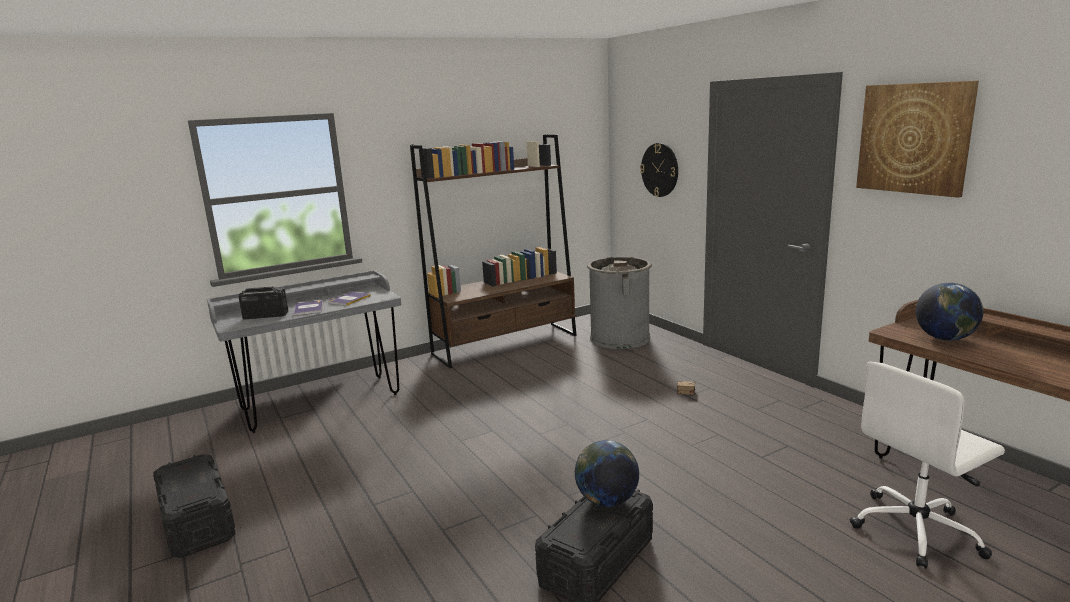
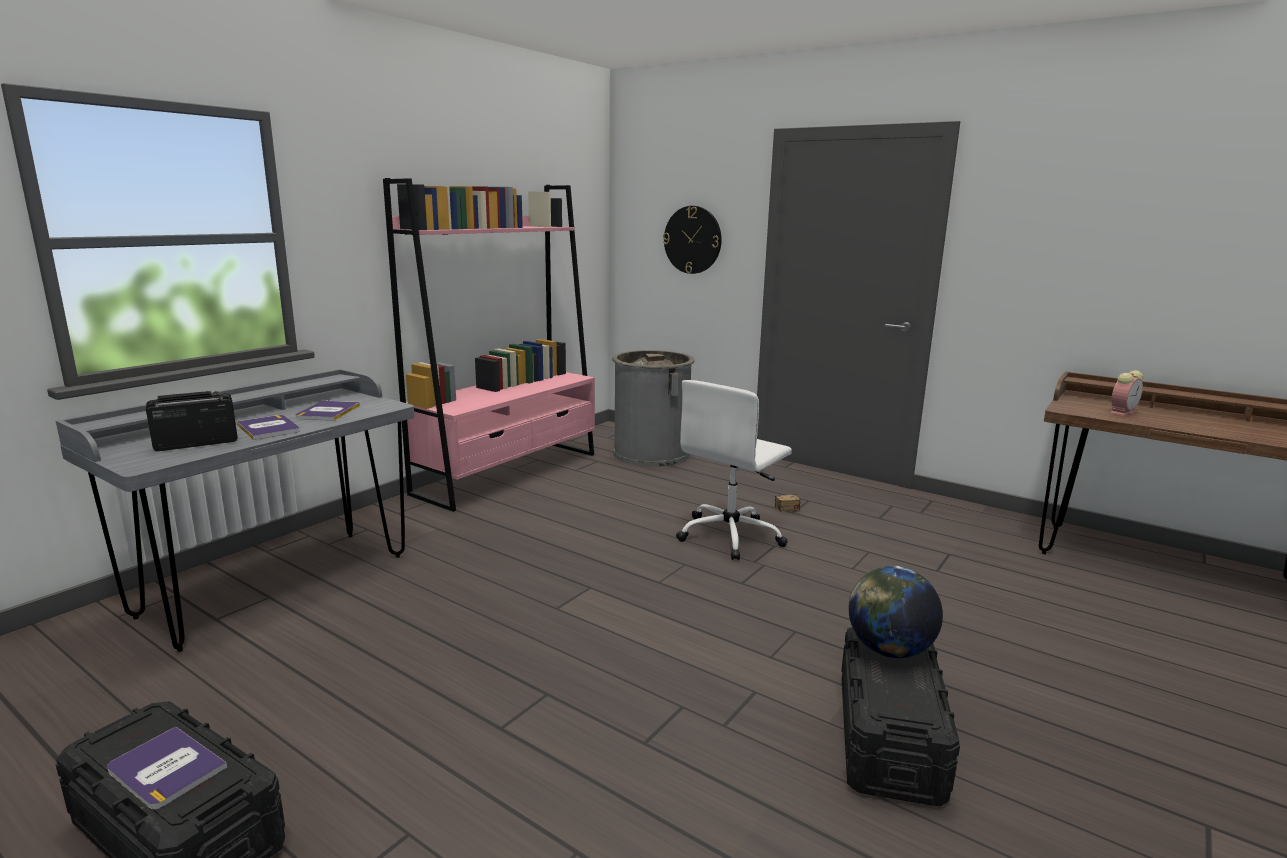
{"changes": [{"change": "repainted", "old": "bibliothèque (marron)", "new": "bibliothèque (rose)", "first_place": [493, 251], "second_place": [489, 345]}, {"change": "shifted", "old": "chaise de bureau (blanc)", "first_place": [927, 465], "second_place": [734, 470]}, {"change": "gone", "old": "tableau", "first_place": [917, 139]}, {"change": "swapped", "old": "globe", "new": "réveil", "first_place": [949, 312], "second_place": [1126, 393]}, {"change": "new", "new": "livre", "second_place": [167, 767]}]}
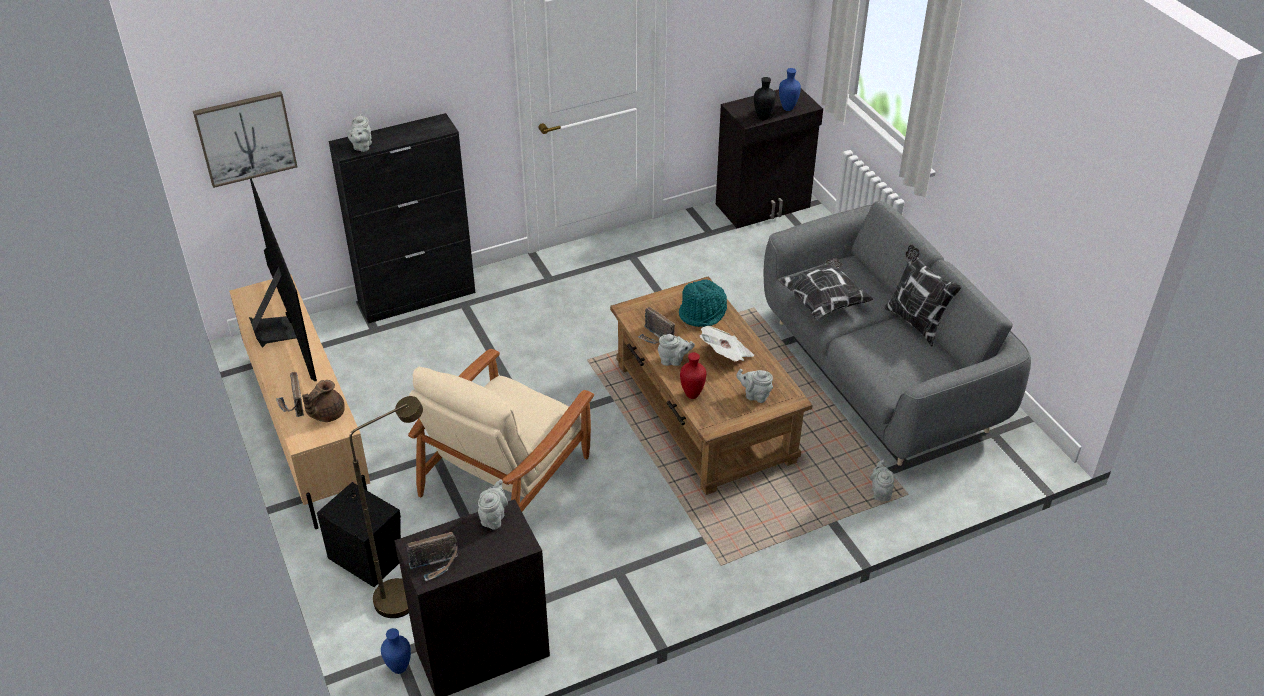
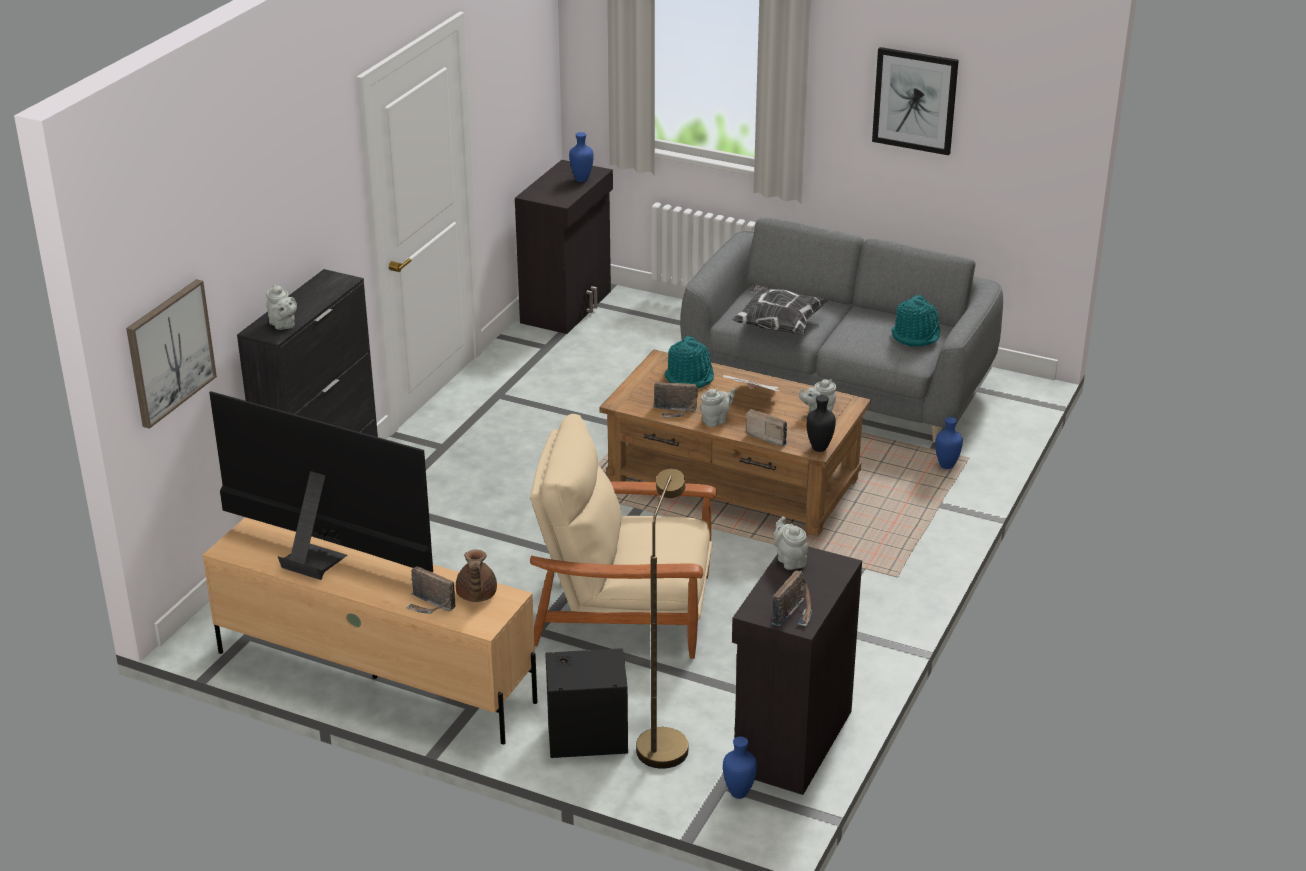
{"changes": [{"change": "rotated", "old": "fauteuil (beige)", "first_place": [501, 430], "second_place": [623, 536], "degrees": 105}, {"change": "swapped", "old": "vase (rouge)", "new": "radio", "first_place": [693, 375], "second_place": [767, 428]}, {"change": "shifted", "old": "vase (noir)", "first_place": [765, 98], "second_place": [821, 423]}, {"change": "swapped", "old": "théière (gris)", "new": "vase (bleu)", "first_place": [882, 480], "second_place": [949, 443]}, {"change": "gone", "old": "coussin", "first_place": [923, 296]}, {"change": "new", "new": "tableau", "second_place": [915, 101]}, {"change": "new", "new": "chapeau (turquoise)", "second_place": [915, 321]}]}
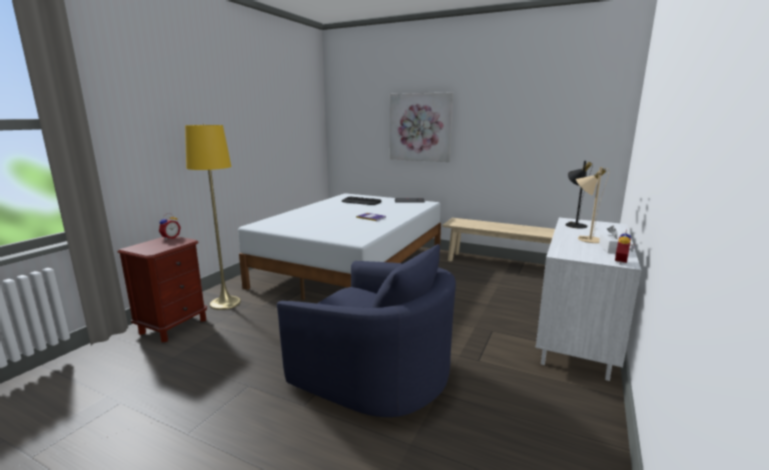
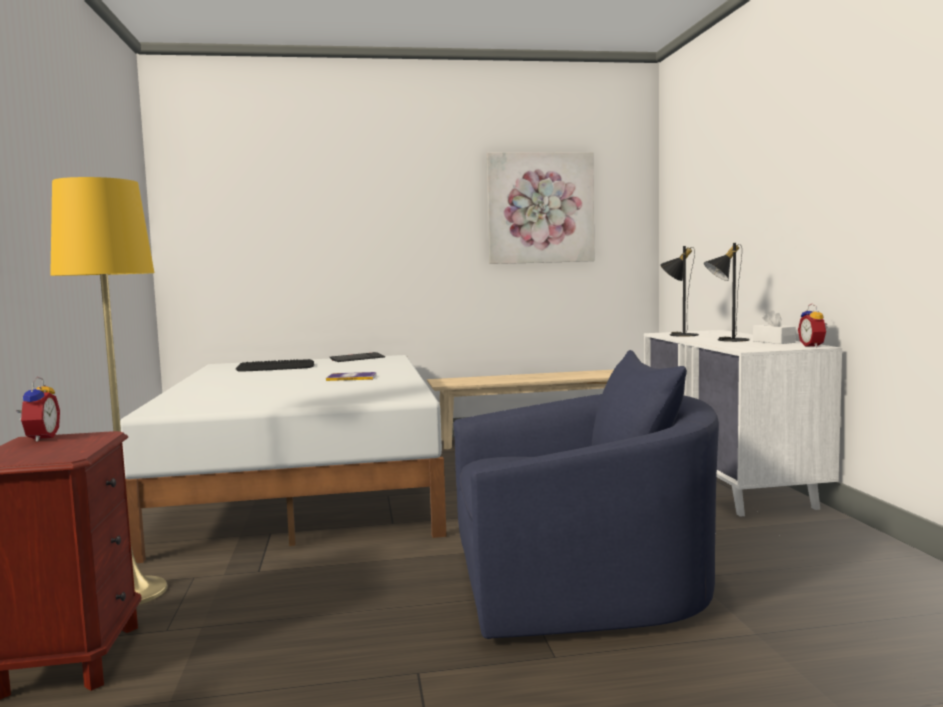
{"changes": [{"change": "shifted", "old": "tableau", "first_place": [421, 127], "second_place": [540, 208]}, {"change": "repainted", "old": "lampe de table (beige)", "new": "lampe de table (noir)", "first_place": [592, 205], "second_place": [727, 292]}]}
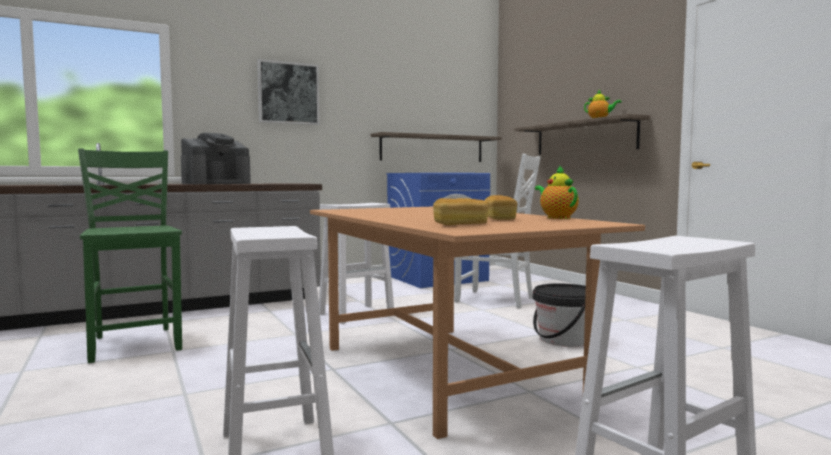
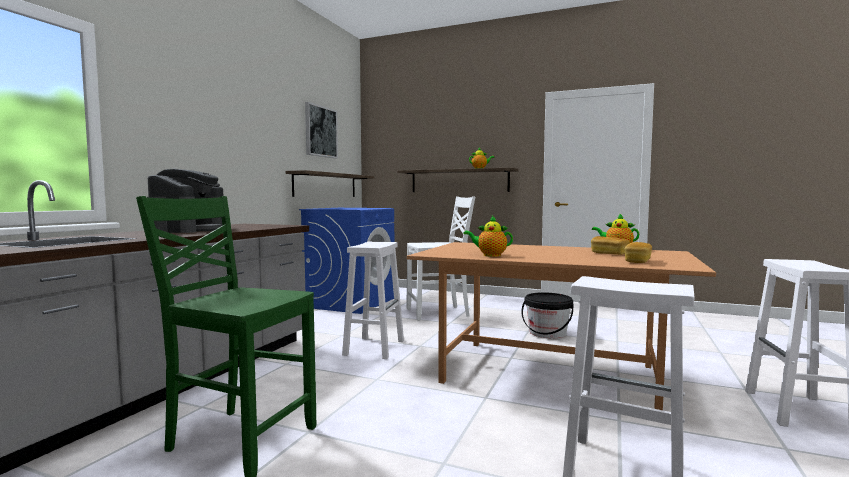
{"changes": [{"change": "shifted", "old": "tableau", "first_place": [288, 92], "second_place": [321, 130]}, {"change": "new", "new": "théière", "second_place": [488, 236]}]}
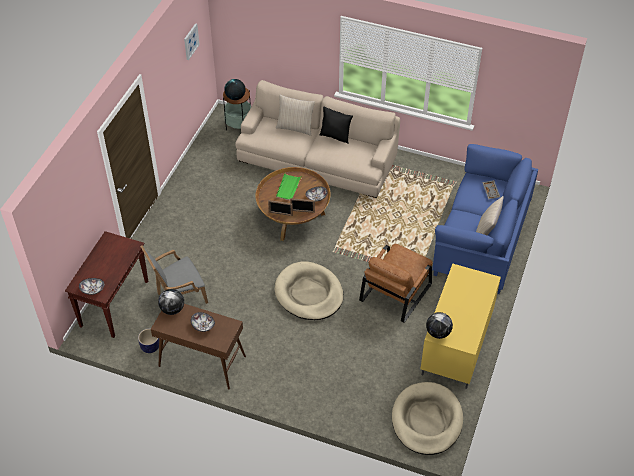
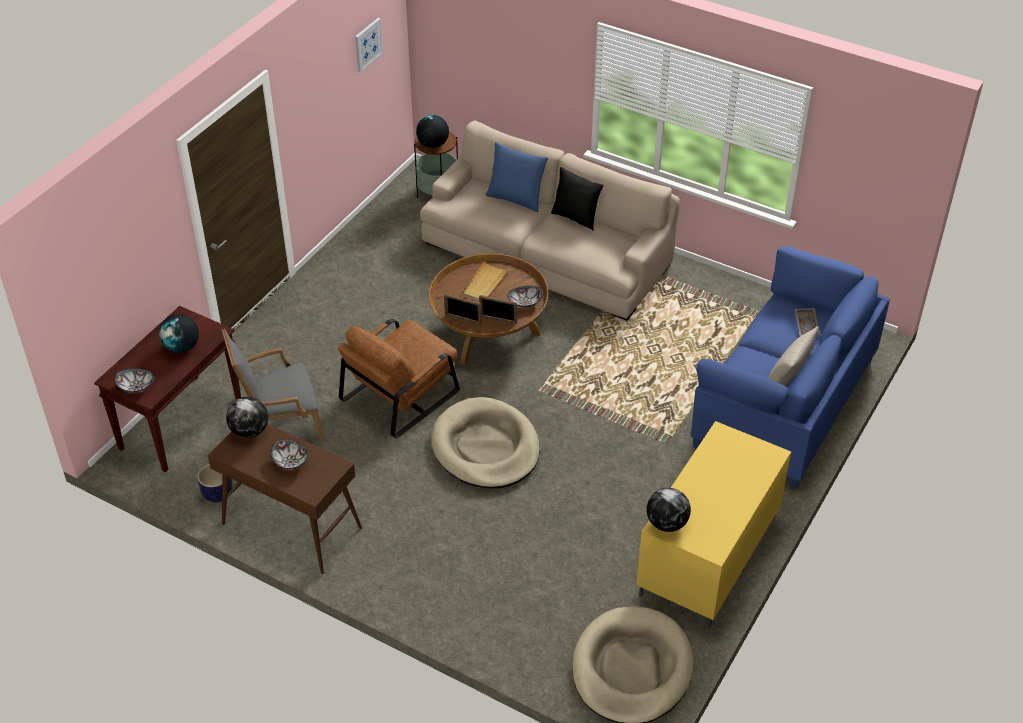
{"changes": [{"change": "repainted", "old": "coussin (beige)", "new": "coussin (bleu)", "first_place": [295, 115], "second_place": [517, 177]}, {"change": "repainted", "old": "plateau (vert)", "new": "plateau (beige)", "first_place": [289, 186], "second_place": [485, 280]}, {"change": "shifted", "old": "fauteuil (marron)", "first_place": [396, 283], "second_place": [399, 378]}, {"change": "new", "new": "globe", "second_place": [179, 333]}]}
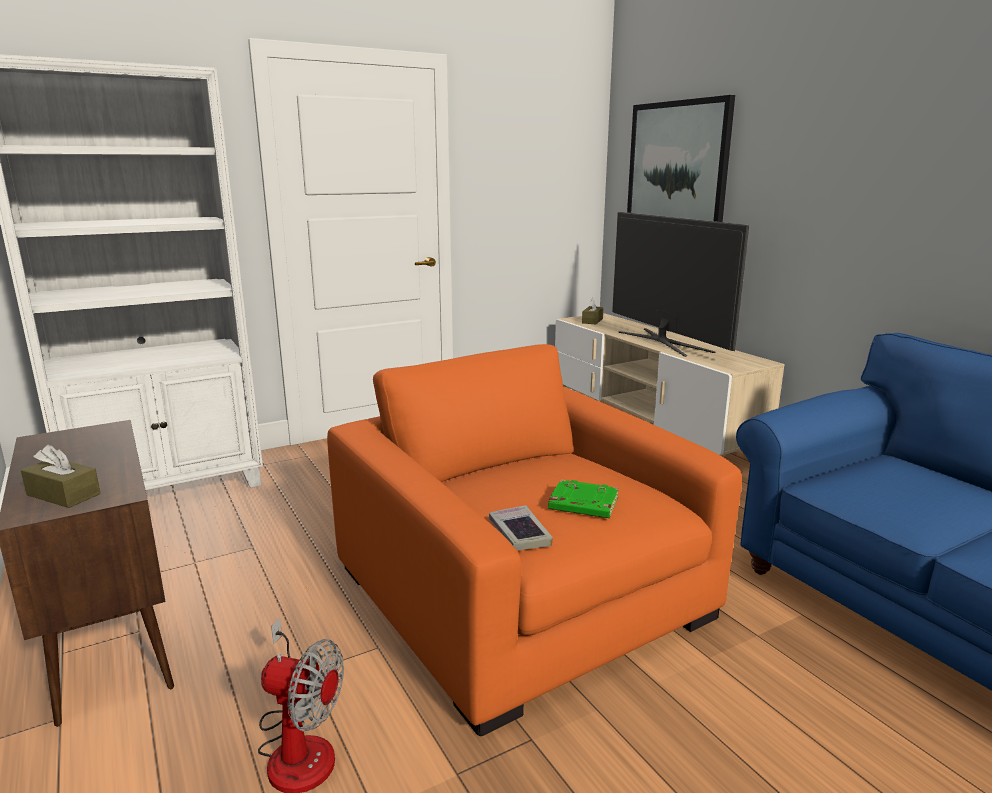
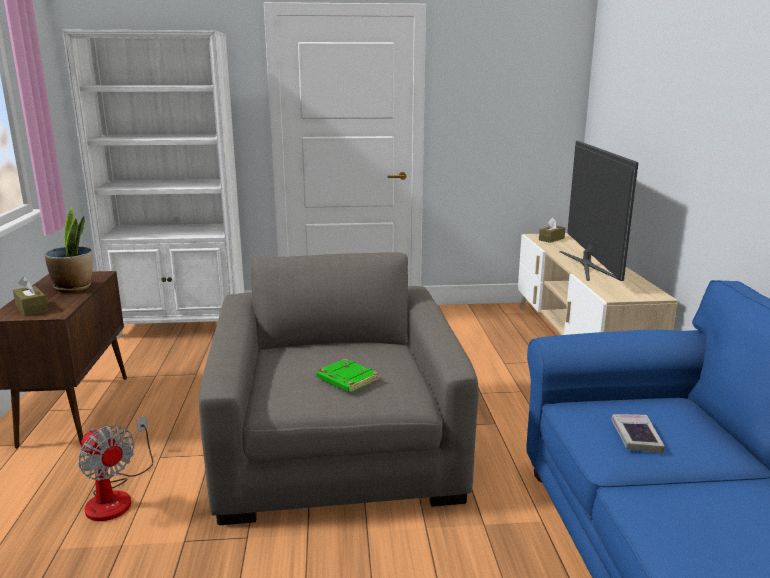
{"changes": [{"change": "repainted", "old": "fauteuil (orange)", "new": "fauteuil (gris)", "first_place": [534, 540], "second_place": [339, 388]}, {"change": "shifted", "old": "livre", "first_place": [521, 527], "second_place": [638, 433]}, {"change": "gone", "old": "tableau", "first_place": [681, 158]}, {"change": "new", "new": "plante en pot", "second_place": [69, 250]}]}
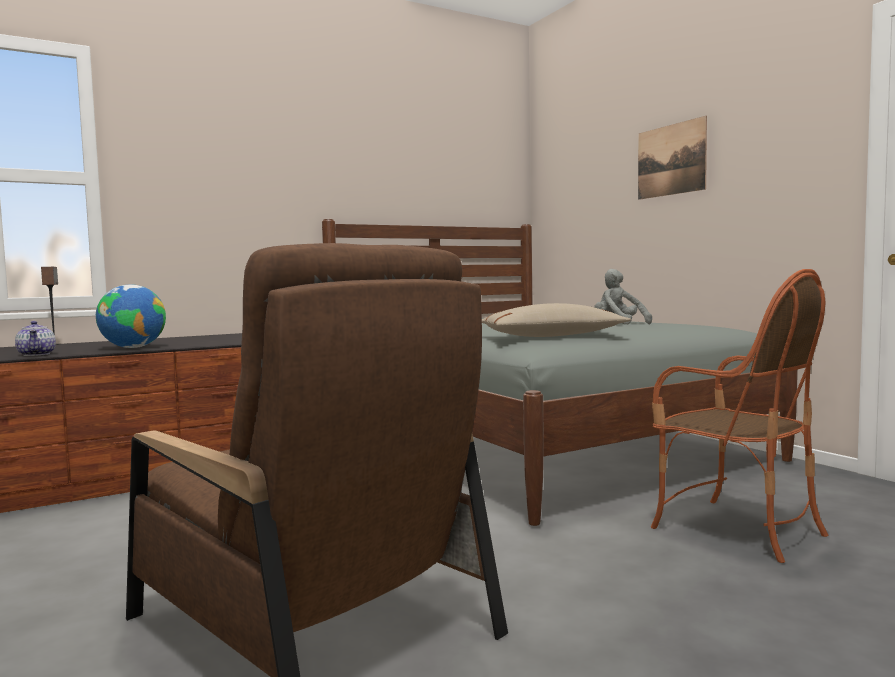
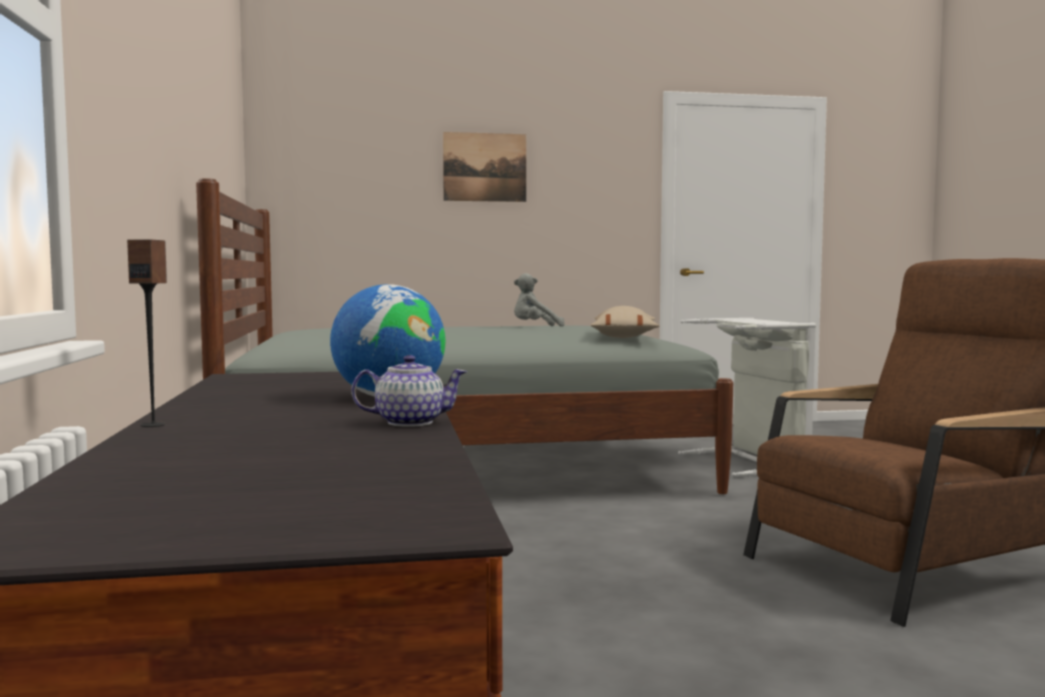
{"changes": [{"change": "swapped", "old": "fauteuil", "new": "panier à linge (gris)", "first_place": [739, 416], "second_place": [747, 397]}]}
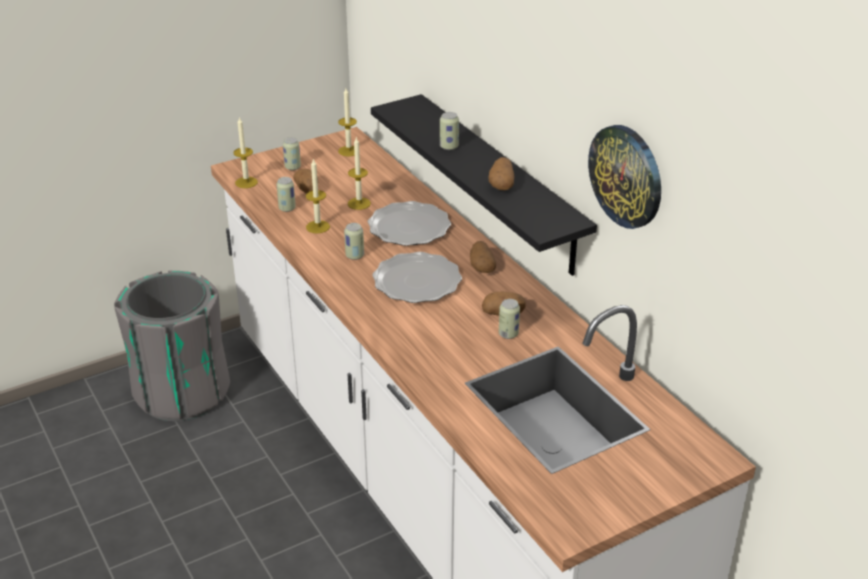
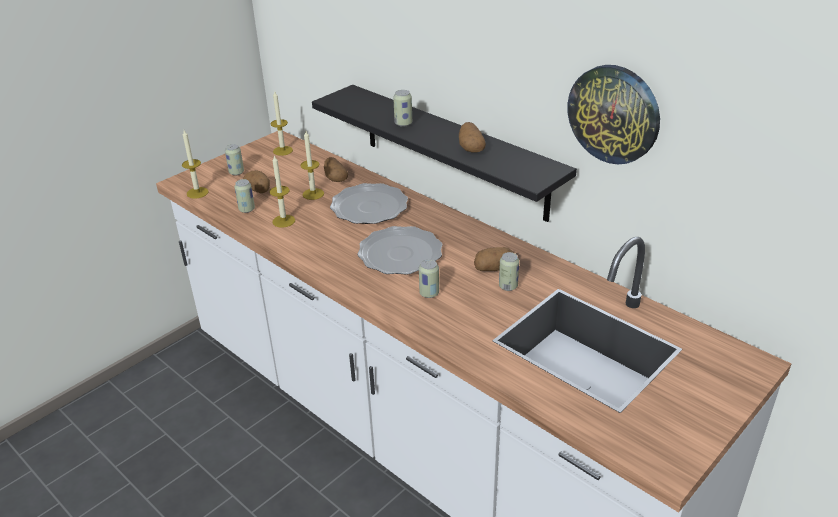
{"changes": [{"change": "gone", "old": "poubelle (gris)", "first_place": [172, 346]}, {"change": "shifted", "old": "boîte métallique", "first_place": [354, 241], "second_place": [429, 278]}, {"change": "shifted", "old": "pomme de terre", "first_place": [483, 257], "second_place": [336, 169]}]}
